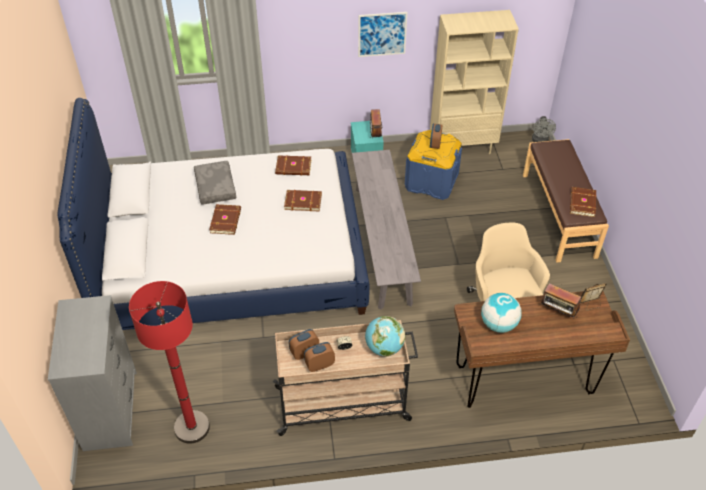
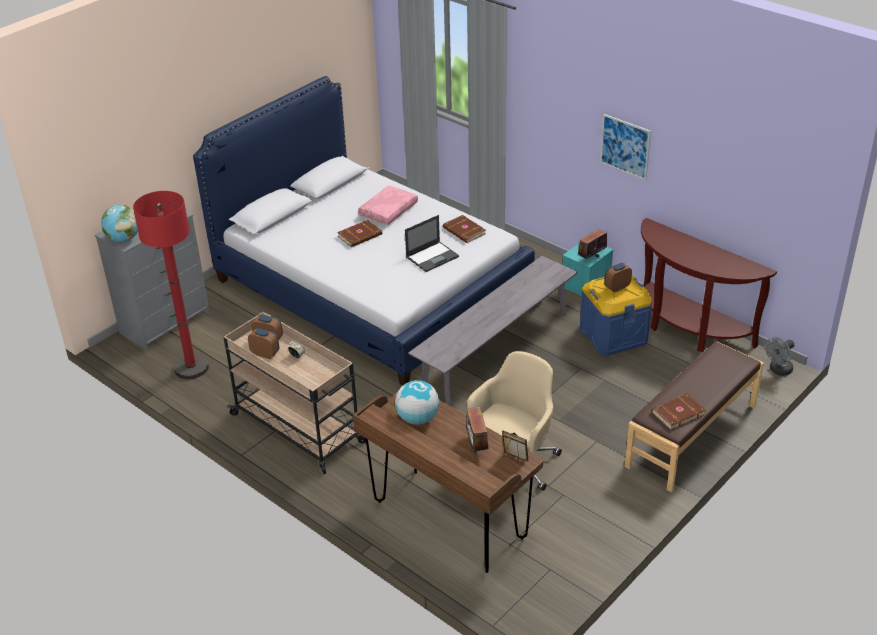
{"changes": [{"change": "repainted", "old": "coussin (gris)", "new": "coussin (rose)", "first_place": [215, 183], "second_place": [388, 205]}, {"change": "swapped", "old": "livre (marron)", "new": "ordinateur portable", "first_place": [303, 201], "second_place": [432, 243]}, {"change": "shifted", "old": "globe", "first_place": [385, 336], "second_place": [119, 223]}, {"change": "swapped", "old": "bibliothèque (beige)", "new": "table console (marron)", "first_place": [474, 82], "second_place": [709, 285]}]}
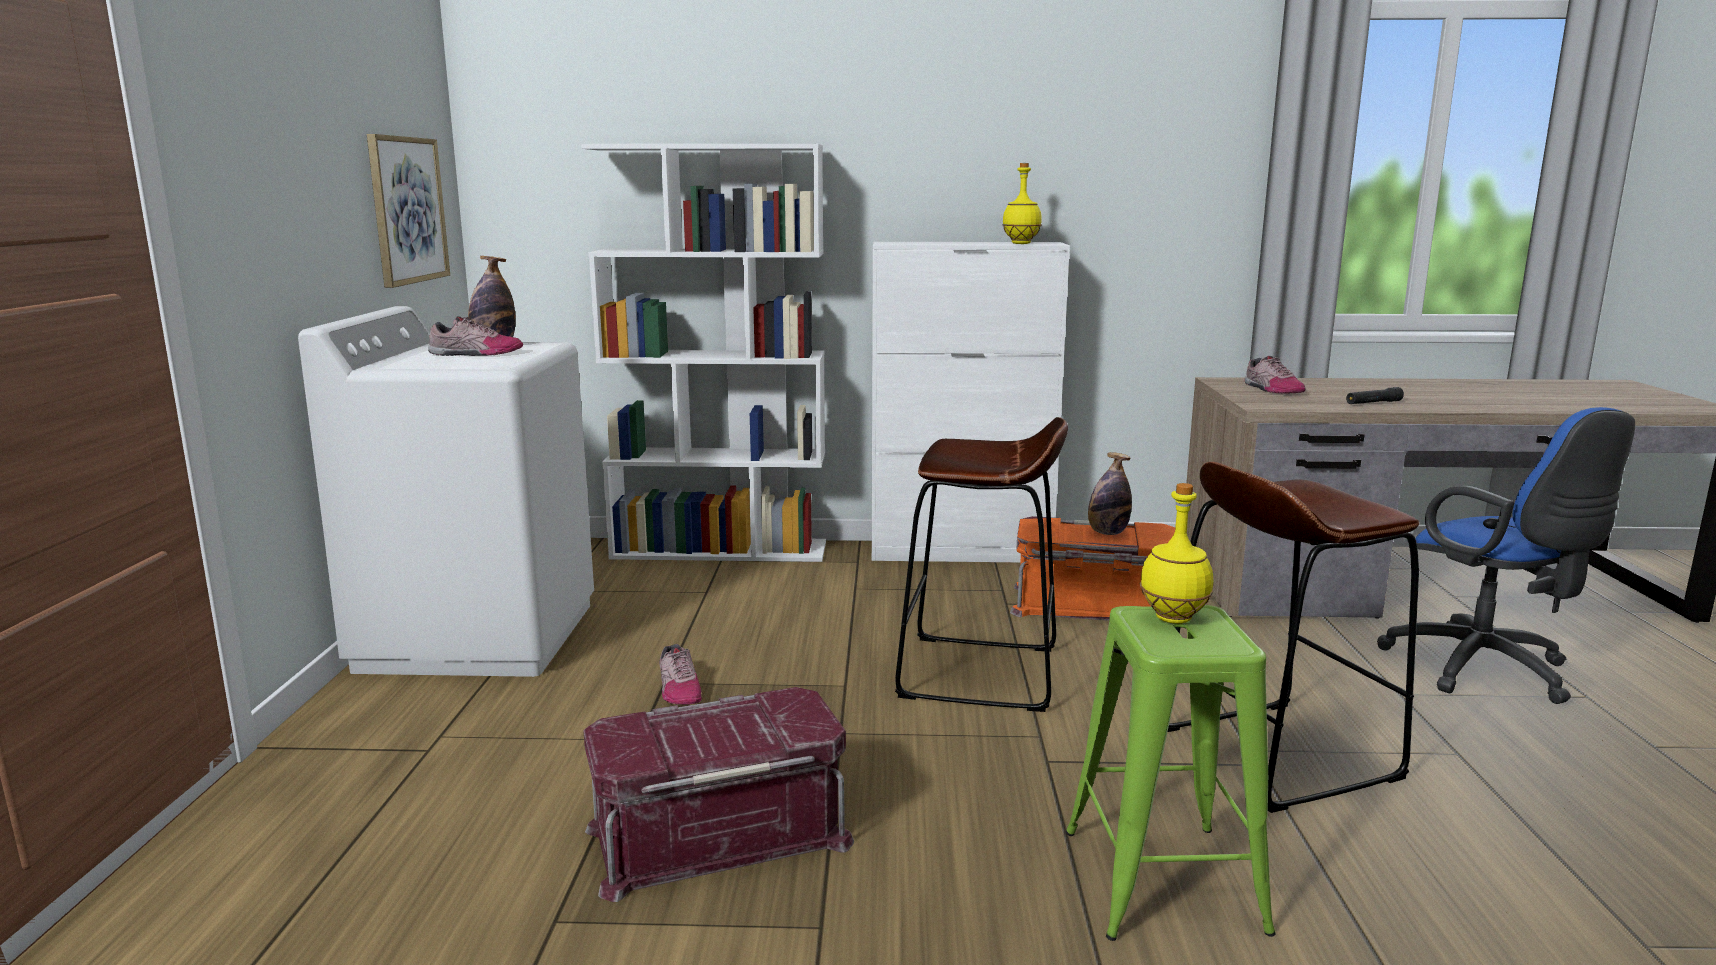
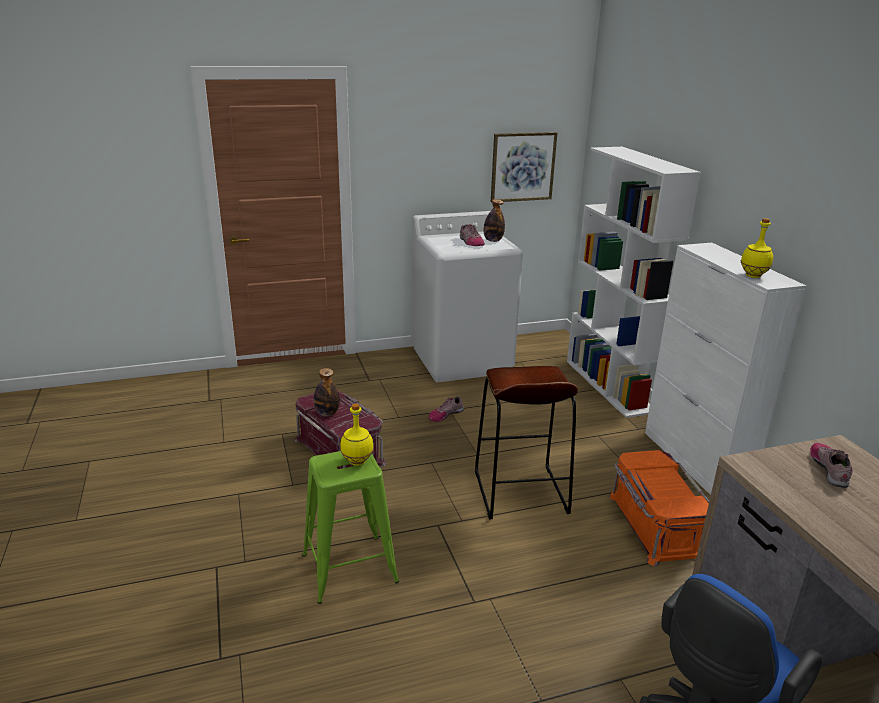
{"changes": [{"change": "shifted", "old": "bouteille", "first_place": [1110, 493], "second_place": [327, 392]}, {"change": "gone", "old": "tabouret (marron)", "first_place": [1294, 637]}, {"change": "rotated", "old": "chaussure", "first_place": [1275, 374], "second_place": [831, 465], "degrees": 135}, {"change": "gone", "old": "lampe de poche (noir)", "first_place": [1375, 395]}]}
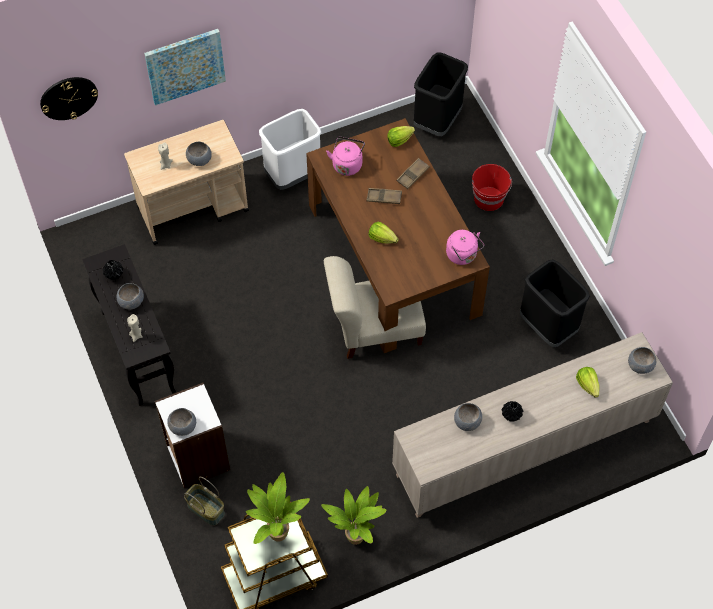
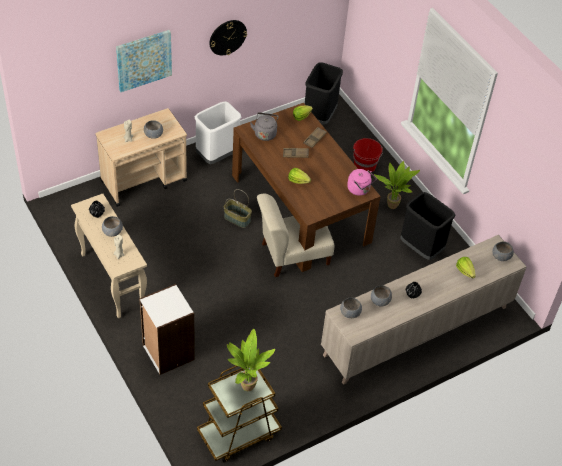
{"changes": [{"change": "shifted", "old": "horloge murale", "first_place": [69, 98], "second_place": [228, 37]}, {"change": "repainted", "old": "table console (noir)", "new": "table console (beige)", "first_place": [129, 325], "second_place": [109, 255]}, {"change": "shifted", "old": "bol (gris)", "first_place": [181, 422], "second_place": [351, 308]}, {"change": "shifted", "old": "panier", "first_place": [204, 501], "second_place": [238, 208]}, {"change": "shifted", "old": "plante en pot", "first_place": [354, 515], "second_place": [397, 185]}, {"change": "repainted", "old": "bouilloire (rose)", "new": "bouilloire (gris)", "first_place": [345, 156], "second_place": [264, 126]}]}
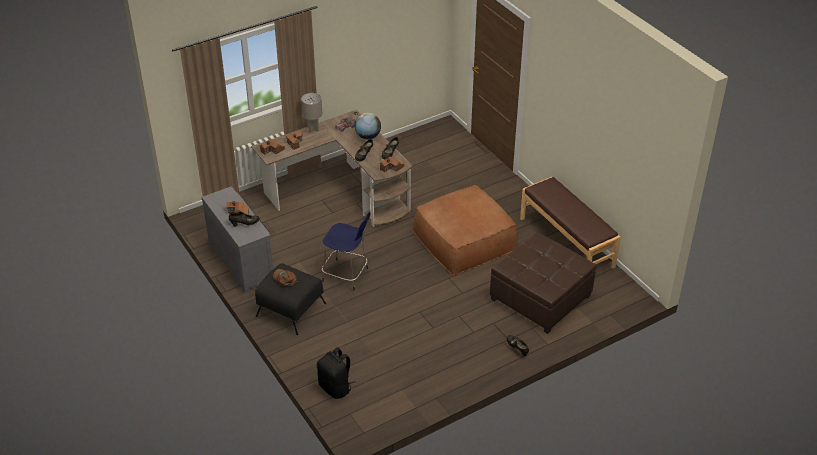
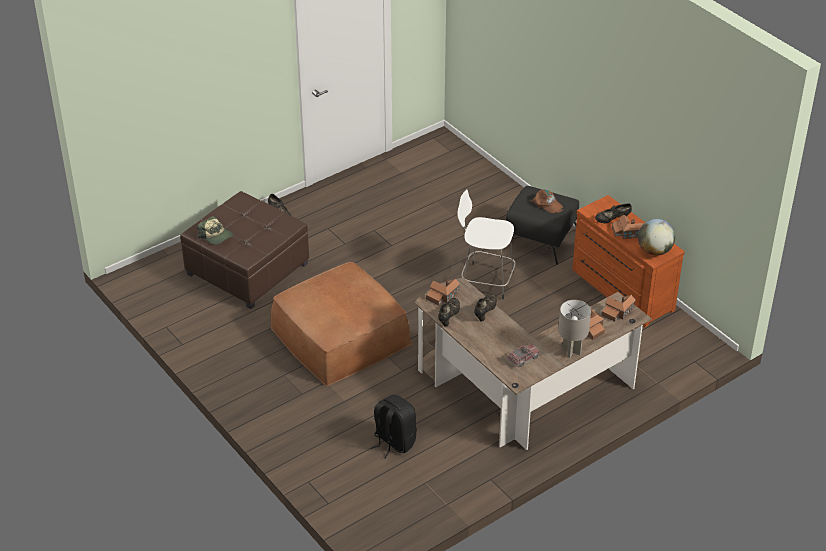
{"changes": [{"change": "repainted", "old": "commode (gris)", "new": "commode (marron)", "first_place": [237, 239], "second_place": [628, 261]}, {"change": "shifted", "old": "sac à dos (noir)", "first_place": [336, 373], "second_place": [394, 427]}, {"change": "repainted", "old": "tabouret (bleu)", "new": "tabouret (blanc)", "first_place": [346, 251], "second_place": [486, 244]}, {"change": "shifted", "old": "globe", "first_place": [367, 126], "second_place": [656, 237]}, {"change": "gone", "old": "banc (marron)", "first_place": [570, 223]}, {"change": "new", "new": "casquette", "second_place": [215, 230]}]}
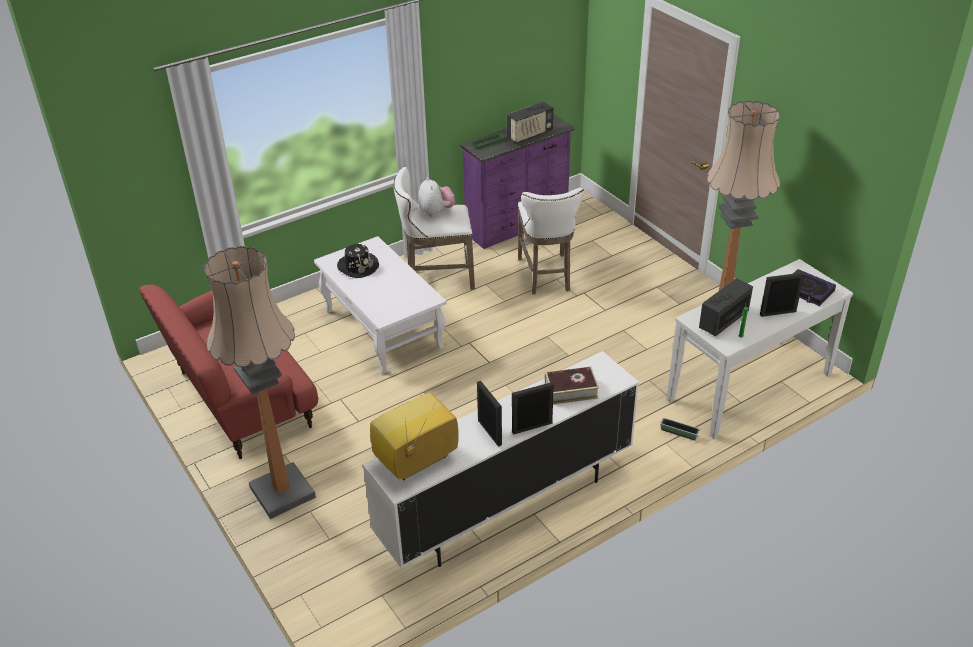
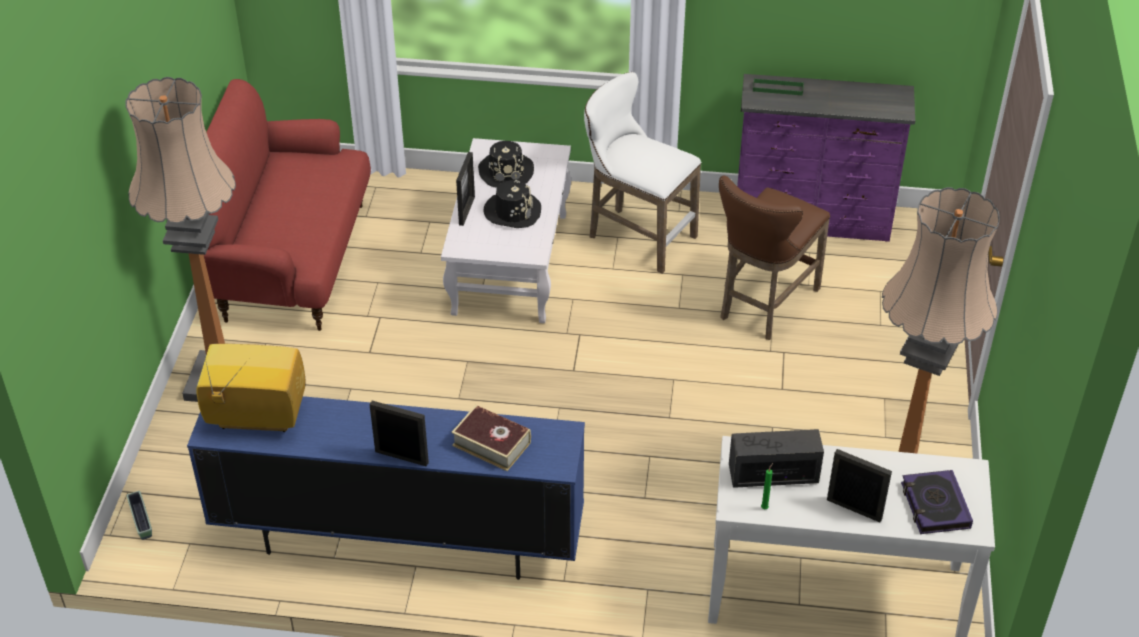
{"changes": [{"change": "repainted", "old": "meuble télé (blanc)", "new": "meuble télé (bleu)", "first_place": [500, 459], "second_place": [386, 488]}, {"change": "gone", "old": "peluche", "first_place": [436, 197]}, {"change": "shifted", "old": "cadre photo", "first_place": [489, 414], "second_place": [465, 189]}, {"change": "gone", "old": "radio", "first_place": [530, 122]}, {"change": "repainted", "old": "tabouret (blanc)", "new": "tabouret (marron)", "first_place": [551, 241], "second_place": [775, 257]}, {"change": "shifted", "old": "cache-pot", "first_place": [680, 429], "second_place": [139, 515]}, {"change": "new", "new": "chapeau (noir)", "second_place": [512, 204]}]}
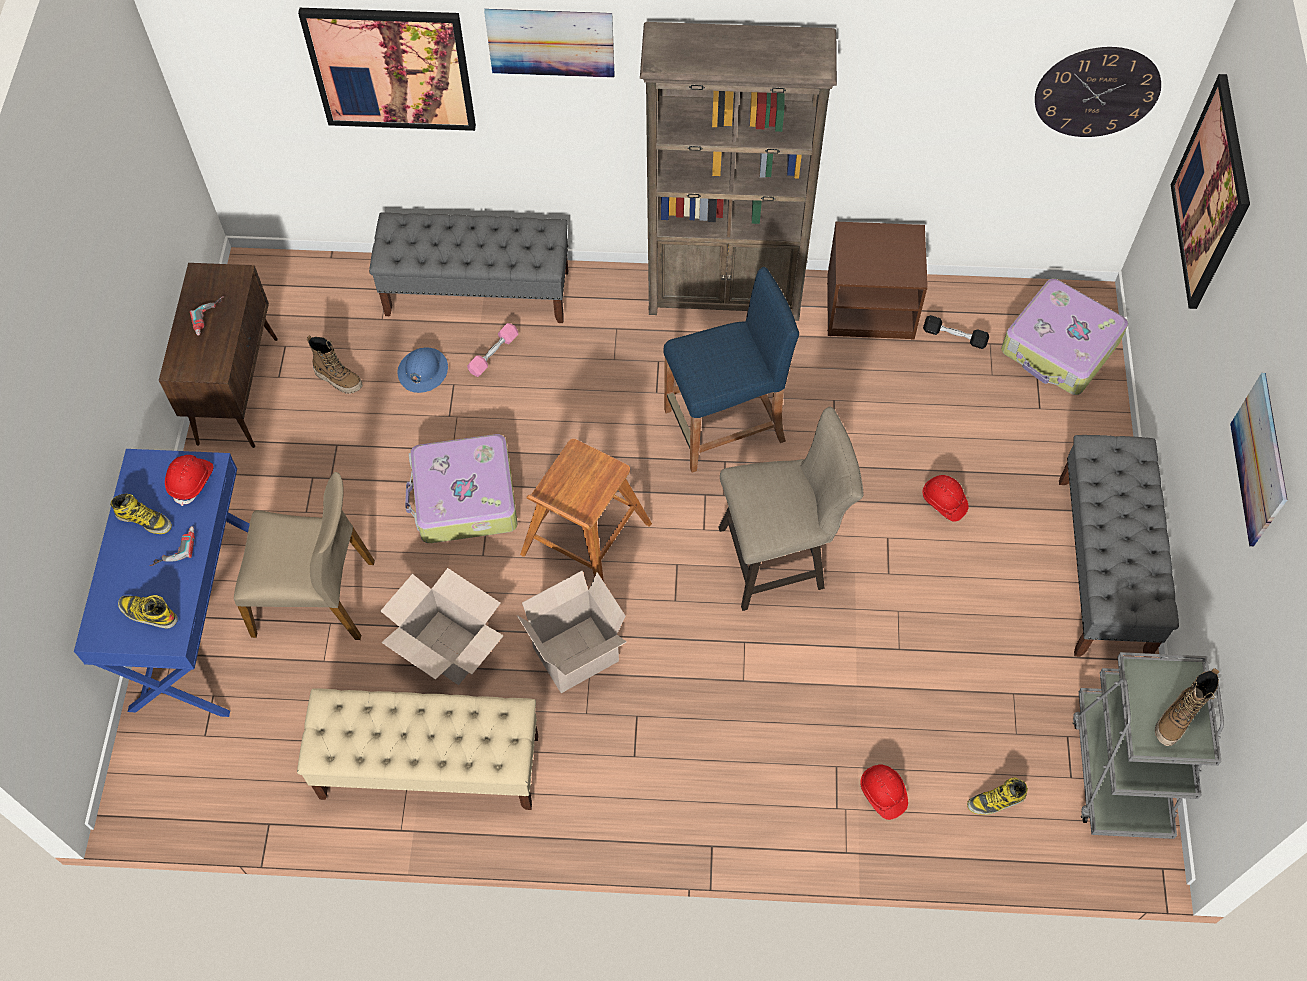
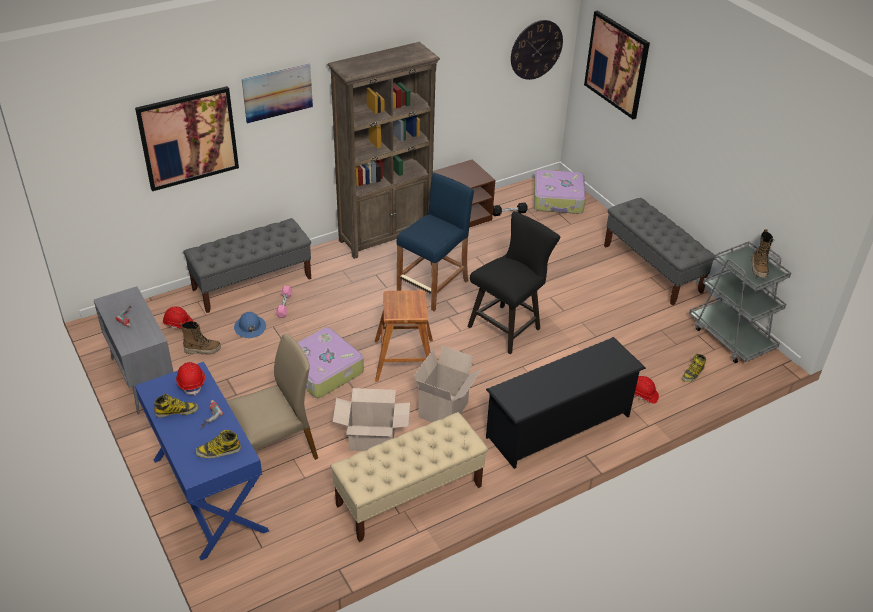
{"changes": [{"change": "repainted", "old": "meuble de rangement (marron)", "new": "meuble de rangement (gris)", "first_place": [218, 355], "second_place": [134, 350]}, {"change": "repainted", "old": "tabouret (beige)", "new": "tabouret (noir)", "first_place": [791, 508], "second_place": [513, 282]}, {"change": "shifted", "old": "casque de chantier (rouge)", "first_place": [946, 498], "second_place": [178, 317]}, {"change": "gone", "old": "tableau", "first_place": [1258, 460]}, {"change": "new", "new": "étagère à chaussures (noir)", "second_place": [566, 403]}]}
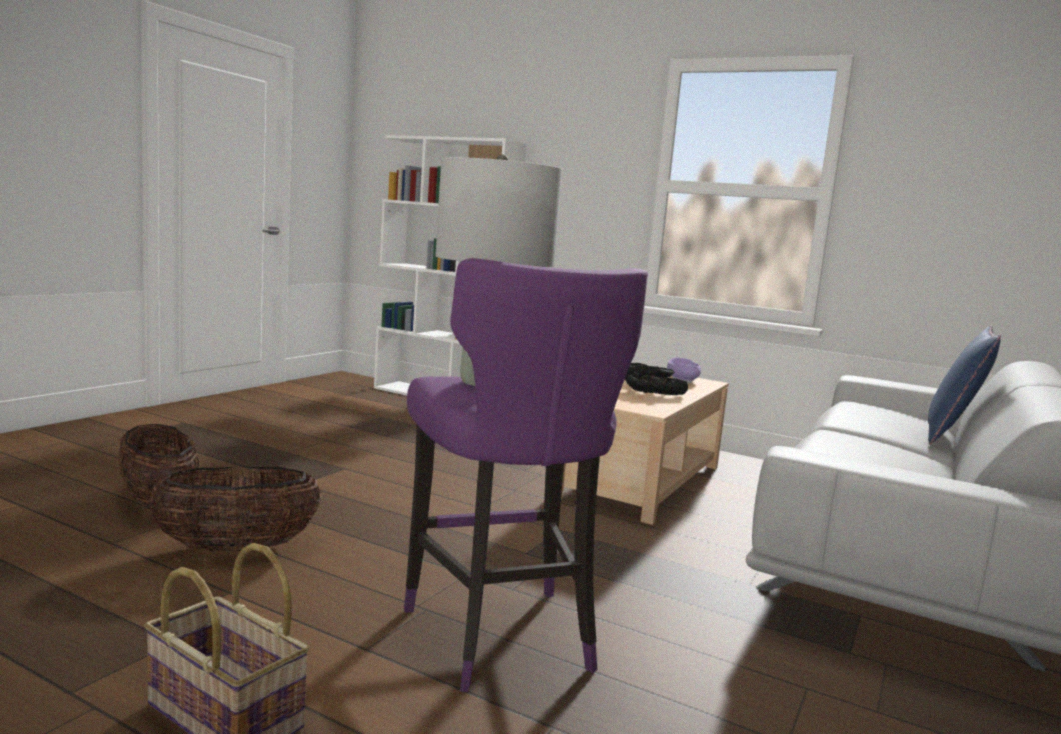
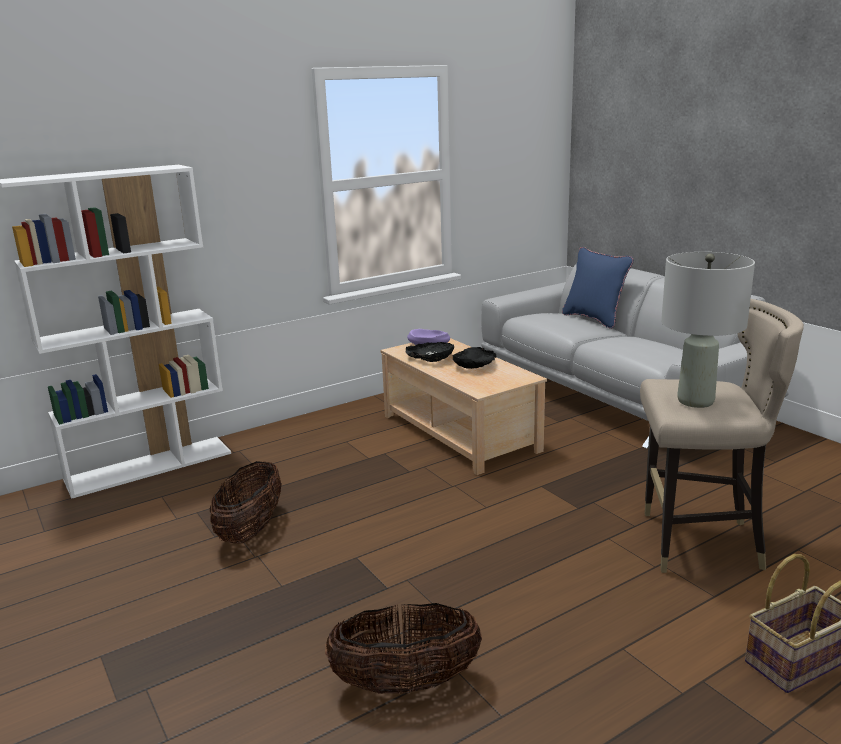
{"changes": [{"change": "shifted", "old": "panier", "first_place": [234, 508], "second_place": [246, 502]}, {"change": "repainted", "old": "tabouret (violet)", "new": "tabouret (beige)", "first_place": [526, 475], "second_place": [722, 436]}]}
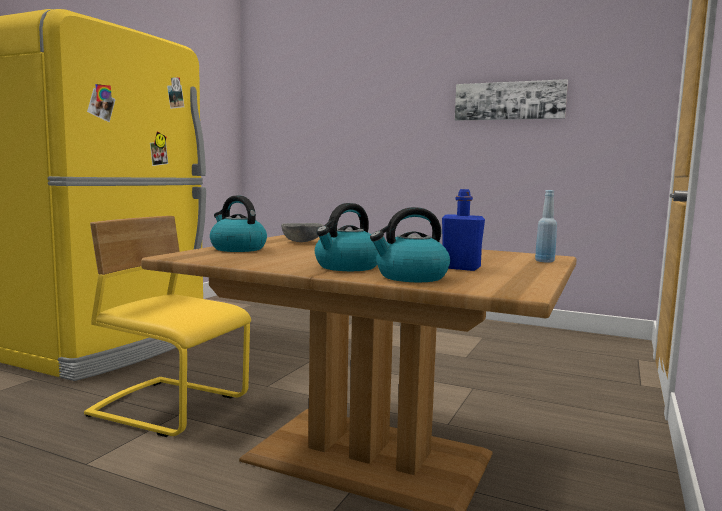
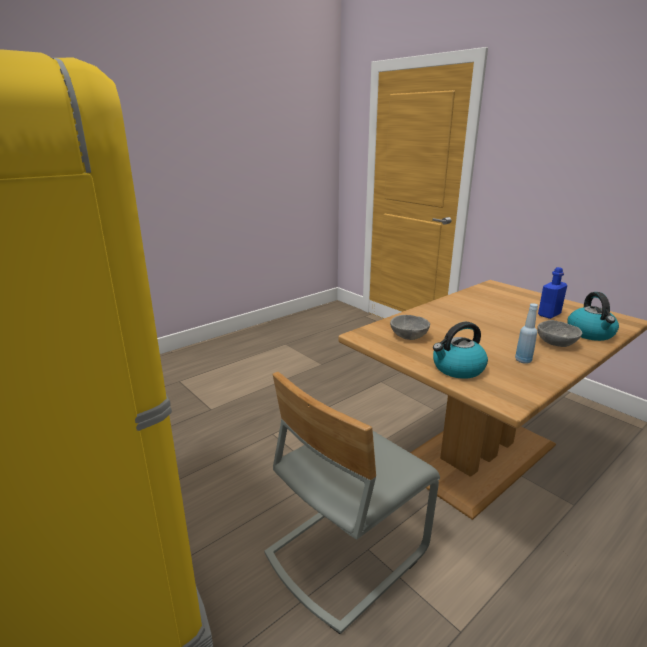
{"changes": [{"change": "repainted", "old": "chaise (jaune)", "new": "chaise (gris)", "first_place": [167, 326], "second_place": [352, 503]}, {"change": "swapped", "old": "bouilloire", "new": "bol (gris)", "first_place": [346, 237], "second_place": [559, 333]}, {"change": "gone", "old": "tableau", "first_place": [511, 100]}, {"change": "shifted", "old": "bouteille (bleu)", "first_place": [546, 226], "second_place": [526, 333]}]}
